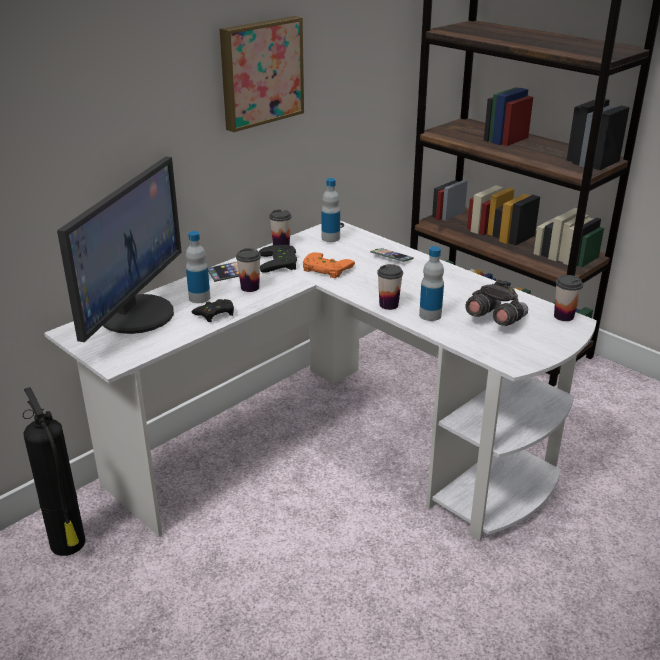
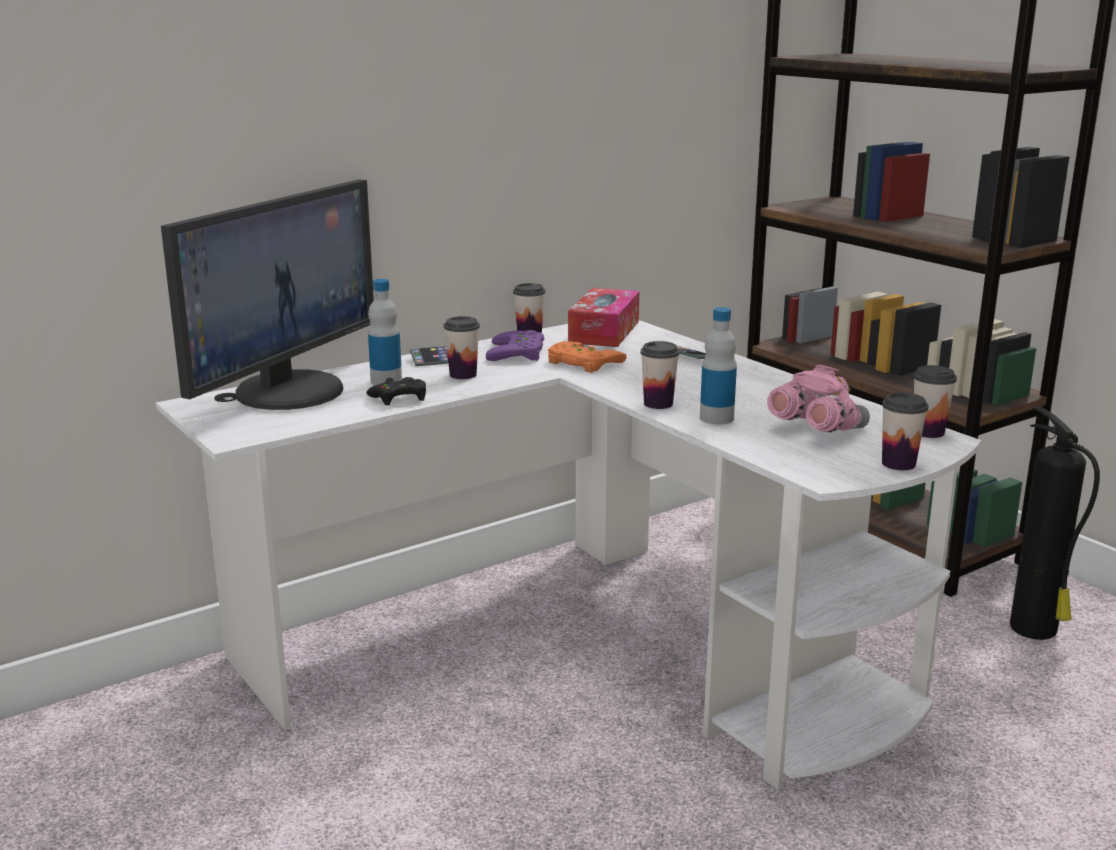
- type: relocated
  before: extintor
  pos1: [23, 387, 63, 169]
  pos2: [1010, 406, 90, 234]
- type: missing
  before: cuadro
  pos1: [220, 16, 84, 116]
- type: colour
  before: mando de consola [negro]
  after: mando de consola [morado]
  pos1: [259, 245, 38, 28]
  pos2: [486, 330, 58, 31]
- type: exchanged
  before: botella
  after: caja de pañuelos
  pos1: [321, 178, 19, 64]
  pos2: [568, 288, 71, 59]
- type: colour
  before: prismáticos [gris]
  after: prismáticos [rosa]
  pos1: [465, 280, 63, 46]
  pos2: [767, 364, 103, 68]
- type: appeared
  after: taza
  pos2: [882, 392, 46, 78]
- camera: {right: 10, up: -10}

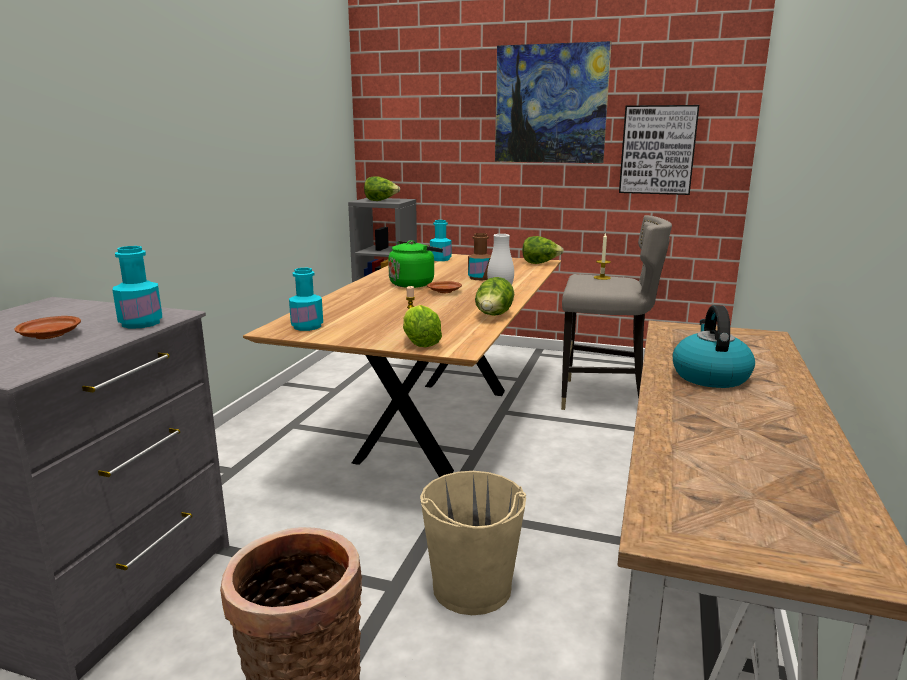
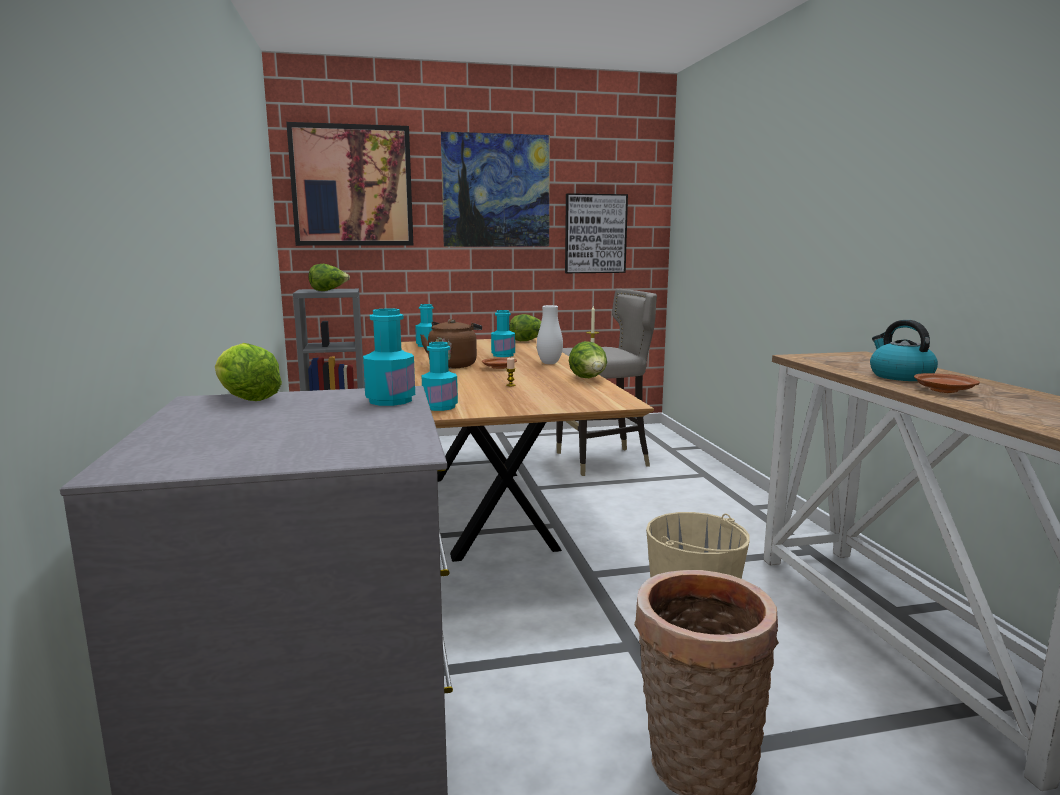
- type: relocated
  before: plato [marrón]
  pos1: [14, 316, 67, 23]
  pos2: [914, 373, 66, 20]
- type: colour
  before: hervidor [verde]
  after: hervidor [marrón]
  pos1: [388, 240, 55, 48]
  pos2: [420, 319, 62, 49]
- type: relocated
  before: lechuga
  pos1: [403, 305, 39, 42]
  pos2: [215, 343, 67, 58]
- type: colour
  before: botella [marrón]
  after: botella [turquesa]
  pos1: [468, 233, 23, 47]
  pos2: [491, 310, 24, 47]
- type: appeared
  after: cuadro
  pos2: [286, 122, 127, 124]
- camera: {right: -30, up: -5}

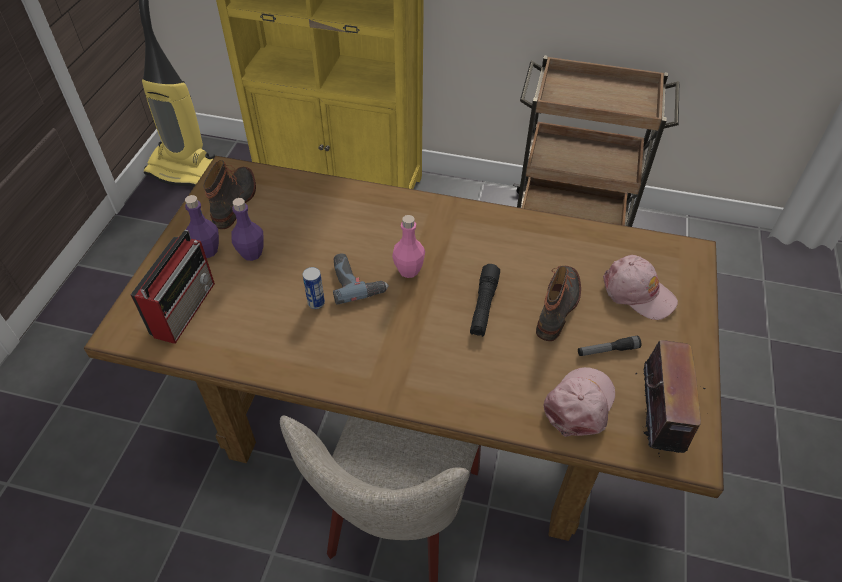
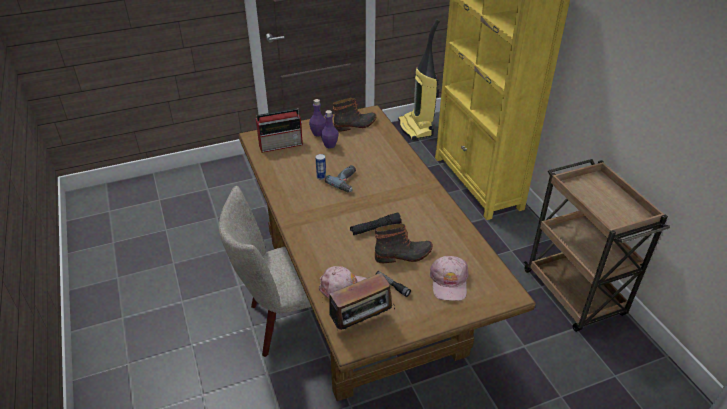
- type: missing
  before: botella [rosa]
  pos1: [392, 215, 33, 63]
- camera: {right: 55, up: -10}

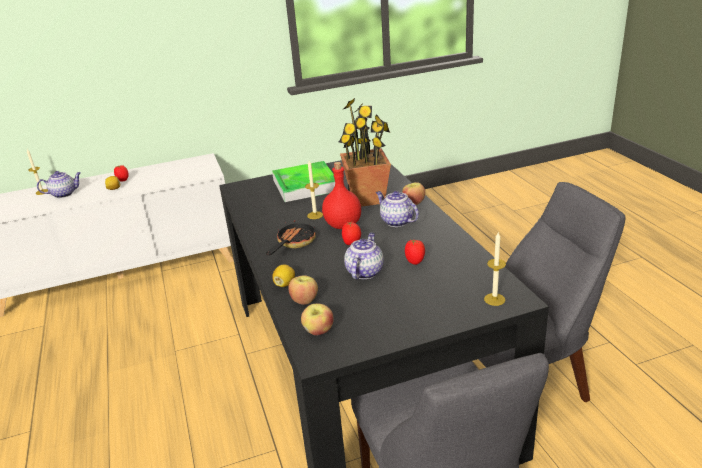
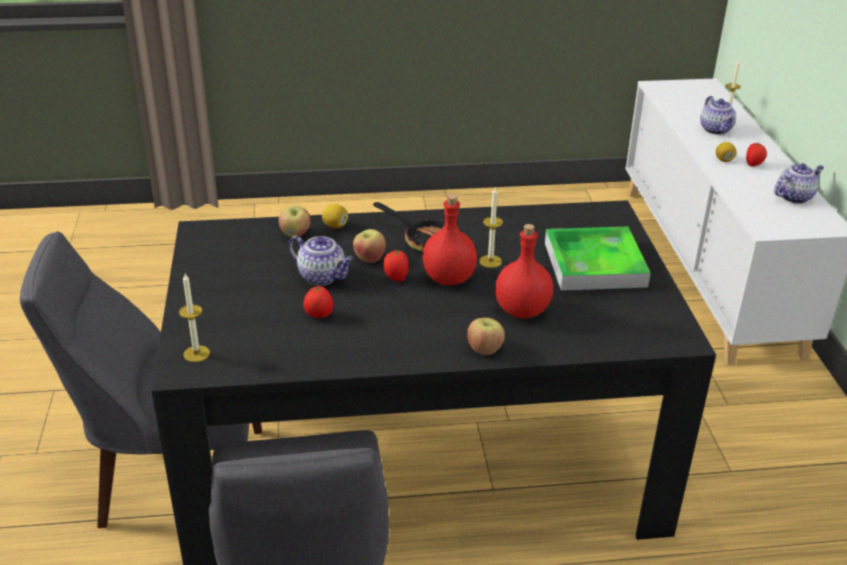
- type: relocated
  before: manzana
  pos1: [301, 303, 33, 32]
  pos2: [353, 229, 33, 34]
- type: exchanged
  before: planta en maceta
  after: botella [rojo]
  pos1: [339, 98, 52, 109]
  pos2: [495, 224, 58, 95]
- type: relocated
  before: tetera
  pos1: [376, 191, 43, 36]
  pos2: [774, 164, 50, 40]
- camera: {right: 100, up: 5}

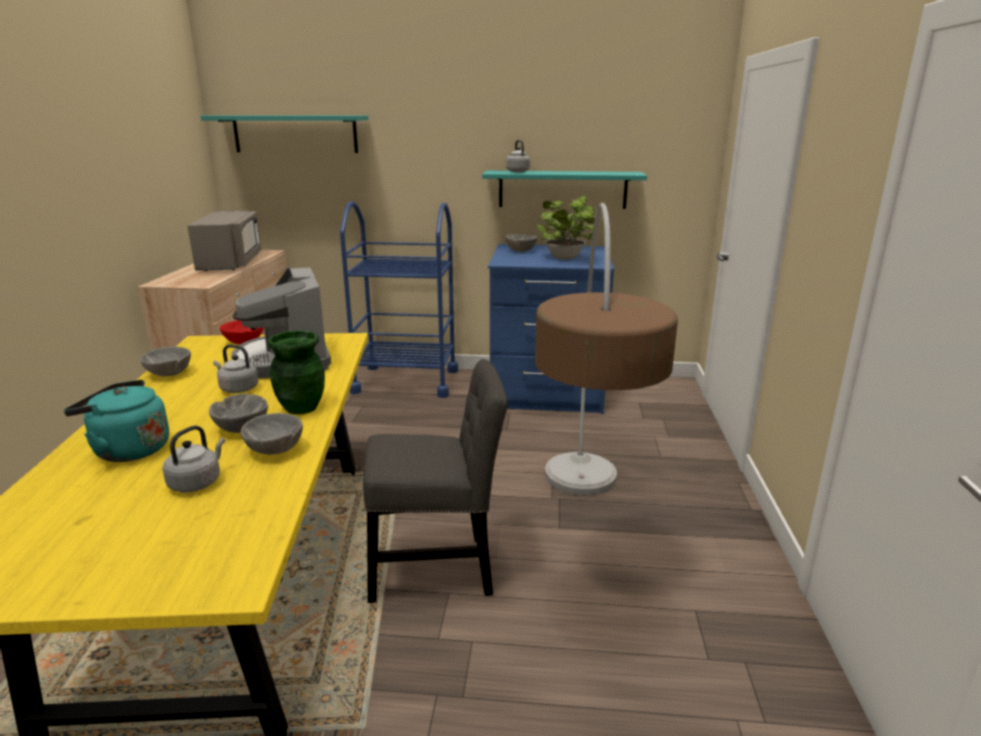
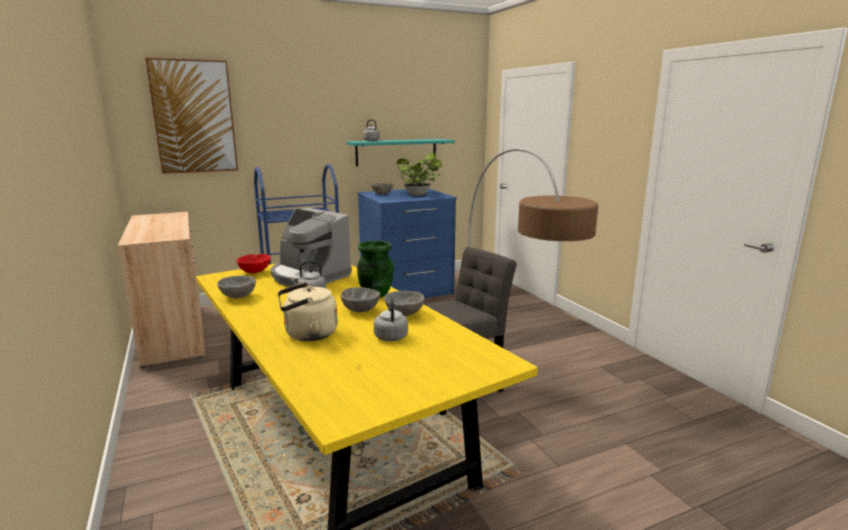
- type: colour
  before: hervidor [turquesa]
  after: hervidor [beis]
  pos1: [64, 380, 105, 82]
  pos2: [278, 283, 60, 58]
- type: missing
  before: microondas [gris]
  pos1: [188, 211, 73, 60]
- type: exchanged
  before: estante [turquesa]
  after: cuadro
  pos1: [200, 115, 169, 38]
  pos2: [145, 58, 93, 116]
- camera: {right: -30, up: -5}

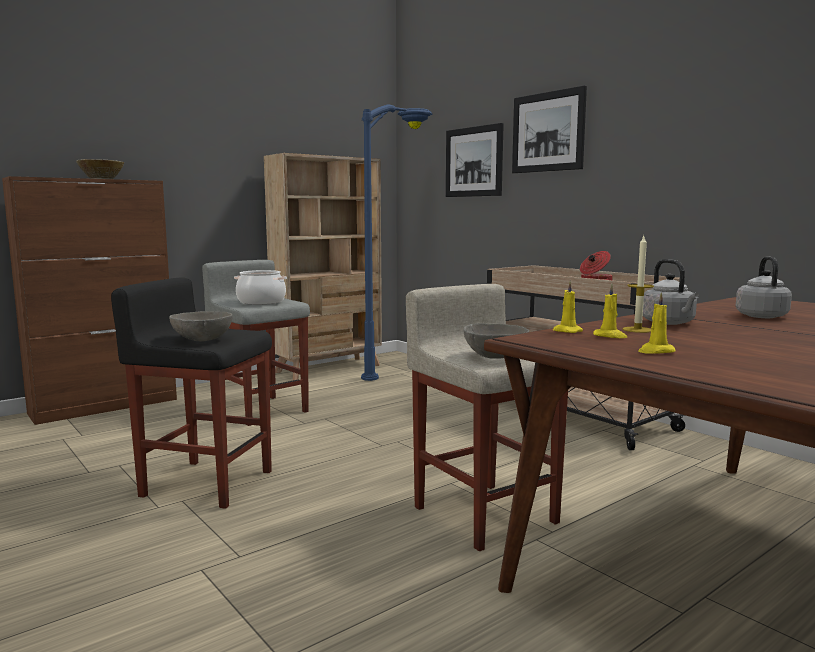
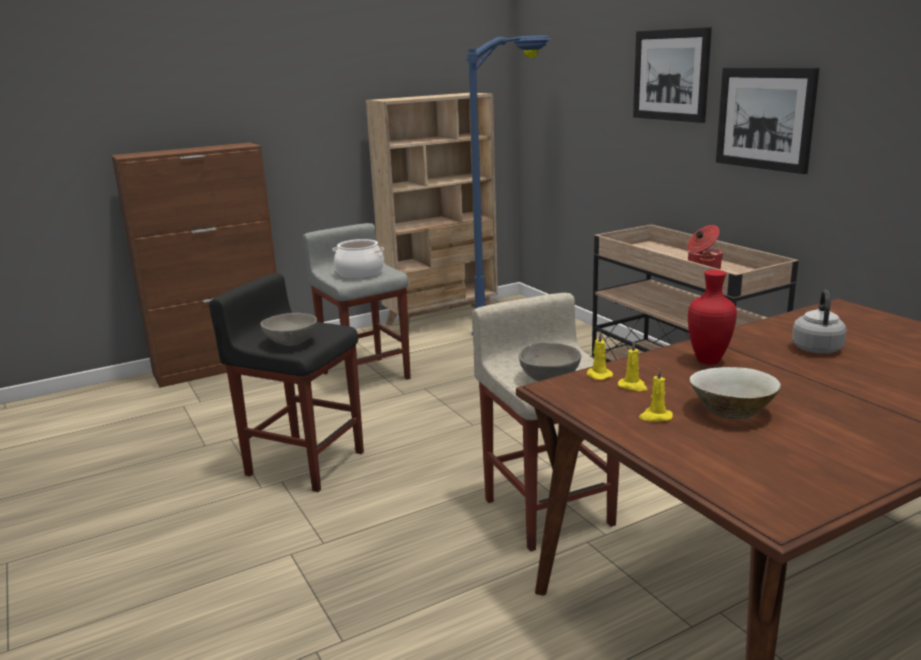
- type: relocated
  before: cuenco [beis]
  pos1: [76, 159, 48, 20]
  pos2: [690, 367, 91, 53]
- type: relocated
  before: cuadro
  pos1: [446, 123, 58, 74]
  pos2: [716, 68, 103, 106]
- type: missing
  before: vela
  pos1: [623, 236, 31, 97]
- type: exchanged
  before: hervidor [gris]
  after: florero [rojo]
  pos1: [643, 259, 56, 66]
  pos2: [688, 270, 49, 95]
- camera: {right: 10, up: 10}

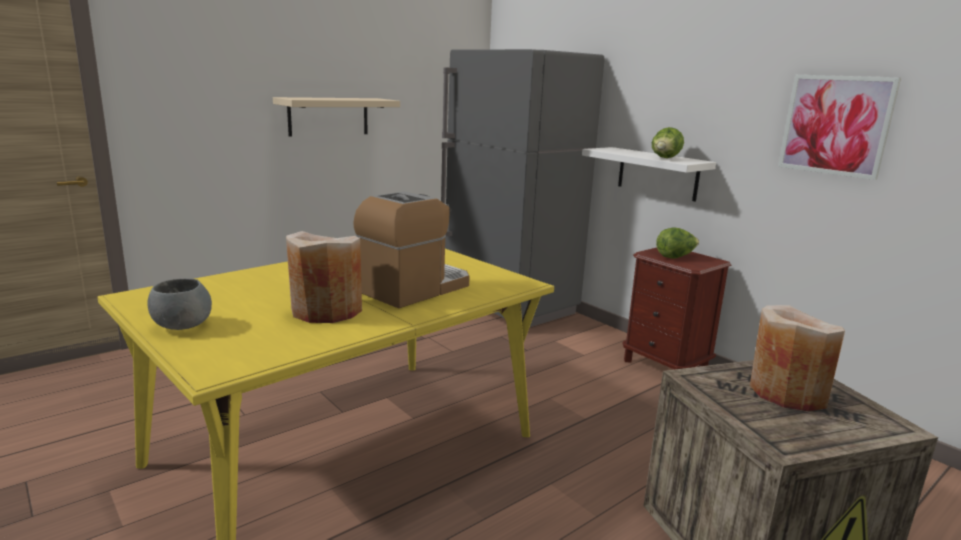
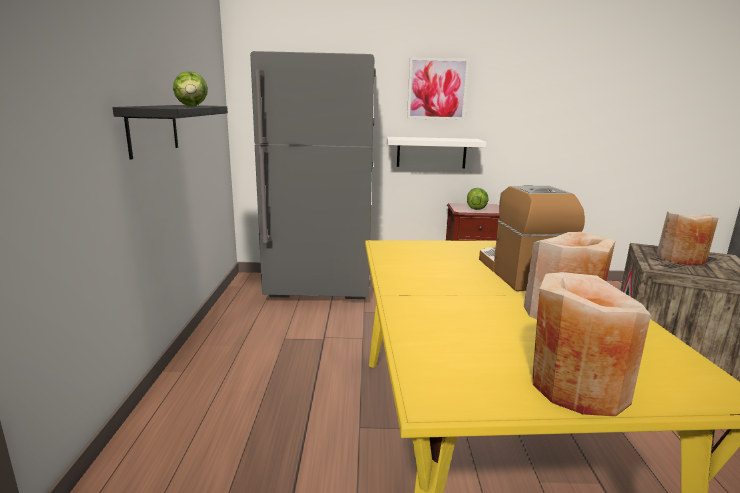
- type: exchanged
  before: cuenco [gris]
  after: florero [beis]
  pos1: [147, 279, 65, 51]
  pos2: [533, 272, 118, 145]
- type: colour
  before: estante [beis]
  after: estante [negro]
  pos1: [273, 97, 127, 40]
  pos2: [113, 105, 115, 55]
- type: relocated
  before: lechuga
  pos1: [652, 127, 32, 31]
  pos2: [173, 71, 35, 35]
- type: relocated
  before: cuadro
  pos1: [778, 75, 123, 105]
  pos2: [407, 58, 62, 62]
- camera: {right: -50, up: 0}

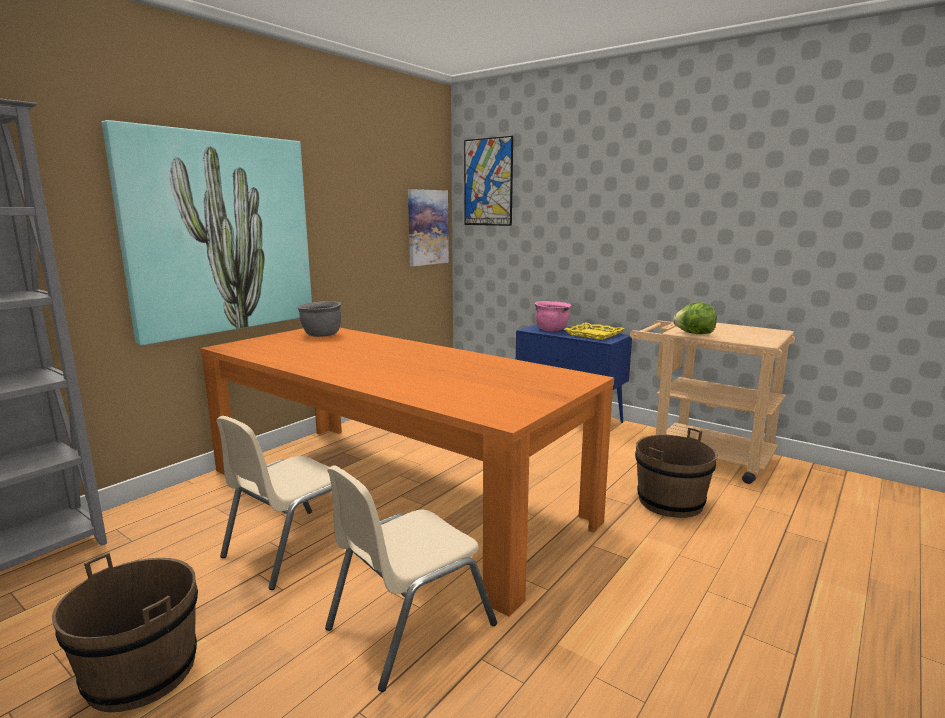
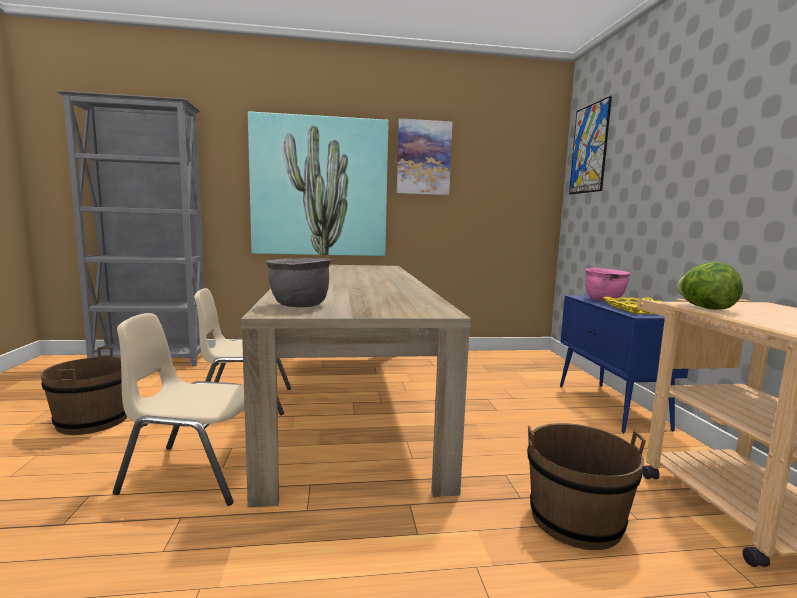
- type: colour
  before: mesa de comedor [naranja]
  after: mesa de comedor [beis]
  pos1: [200, 328, 414, 289]
  pos2: [241, 265, 230, 242]
- type: relocated
  before: olla [gris]
  pos1: [297, 301, 44, 36]
  pos2: [266, 258, 65, 49]
- type: relocated
  before: cuadro
  pos1: [408, 189, 41, 77]
  pos2: [397, 118, 56, 77]
- camera: {right: 45, up: -5}

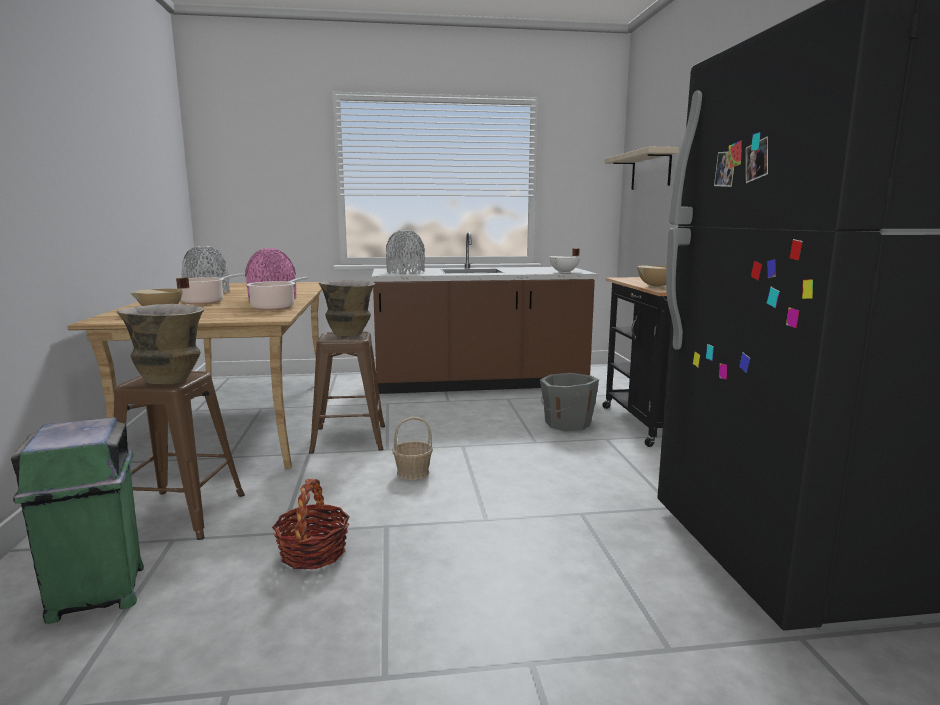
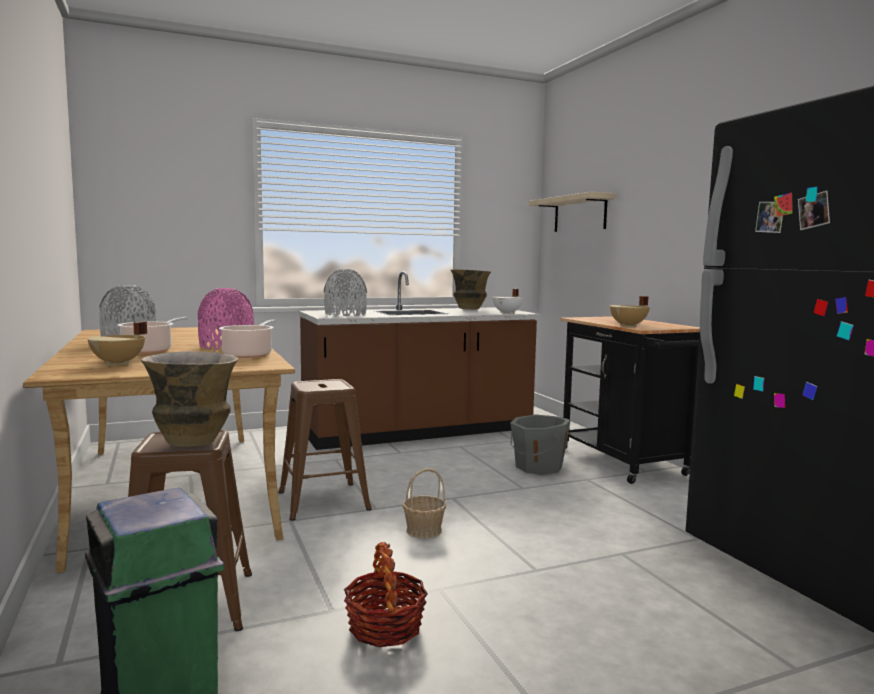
- type: relocated
  before: florero
  pos1: [318, 280, 57, 56]
  pos2: [451, 269, 40, 40]
- camera: {right: -15, up: -5}

